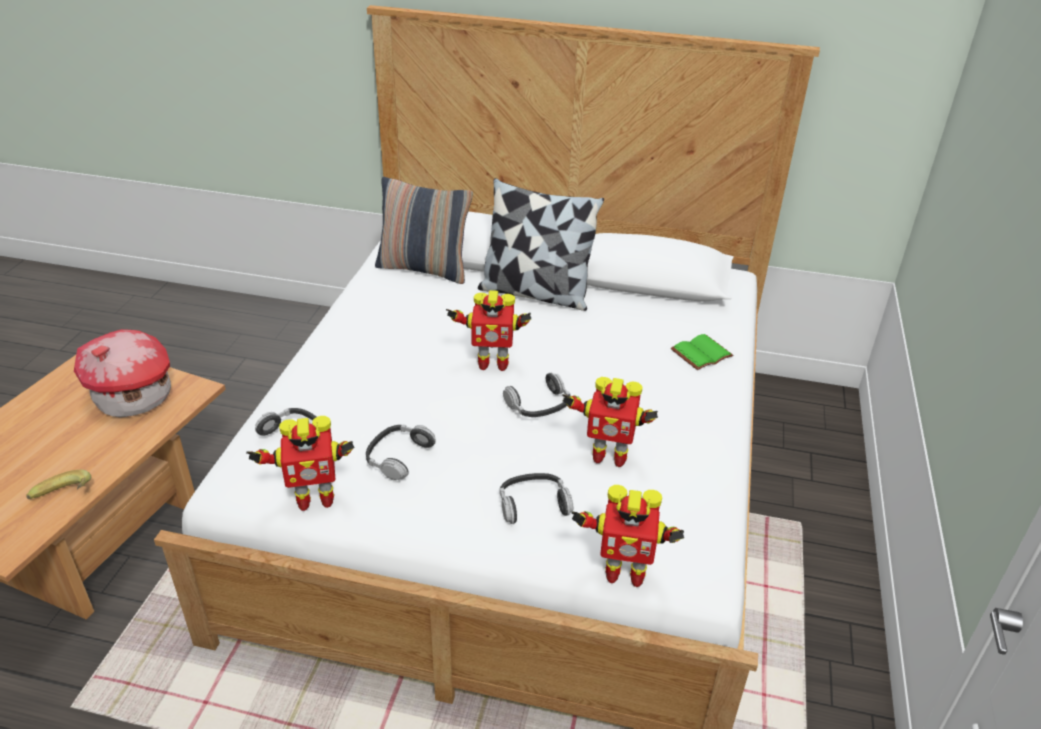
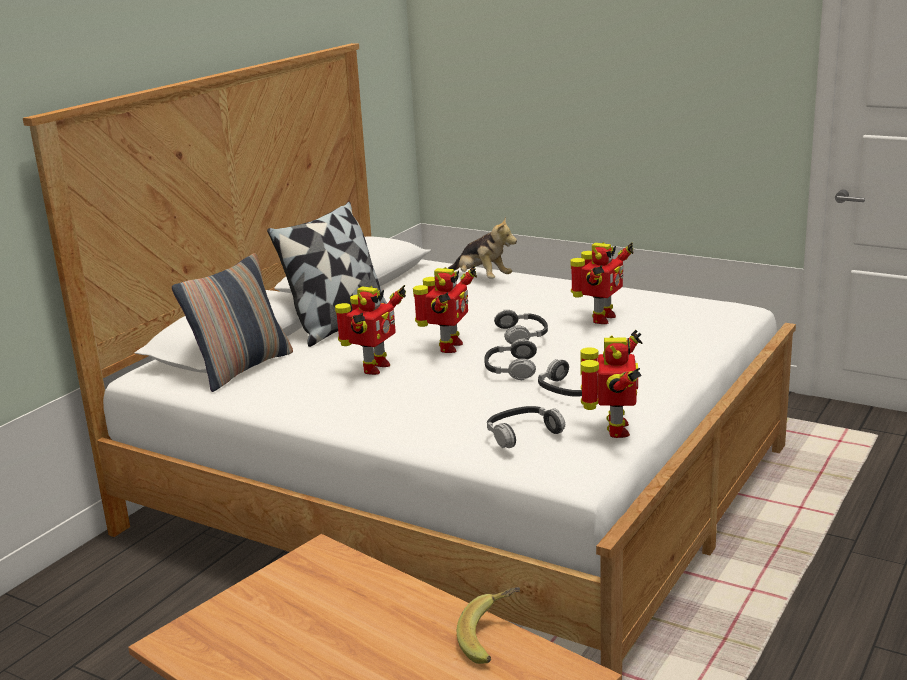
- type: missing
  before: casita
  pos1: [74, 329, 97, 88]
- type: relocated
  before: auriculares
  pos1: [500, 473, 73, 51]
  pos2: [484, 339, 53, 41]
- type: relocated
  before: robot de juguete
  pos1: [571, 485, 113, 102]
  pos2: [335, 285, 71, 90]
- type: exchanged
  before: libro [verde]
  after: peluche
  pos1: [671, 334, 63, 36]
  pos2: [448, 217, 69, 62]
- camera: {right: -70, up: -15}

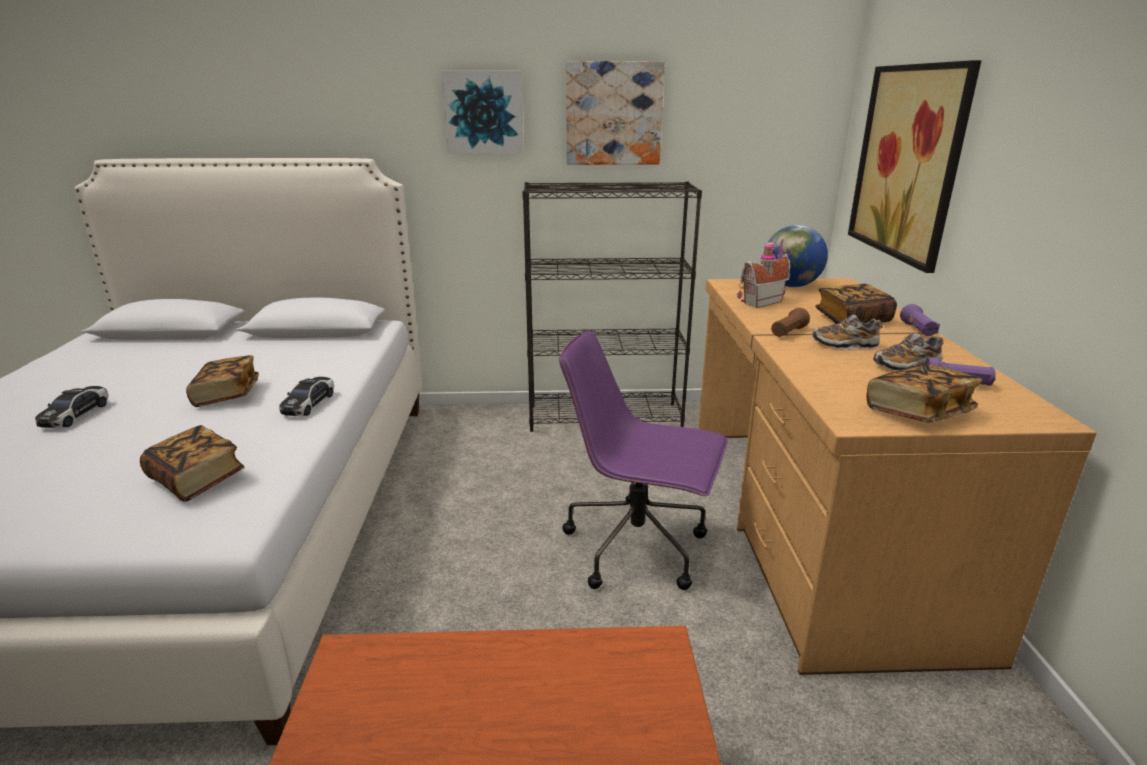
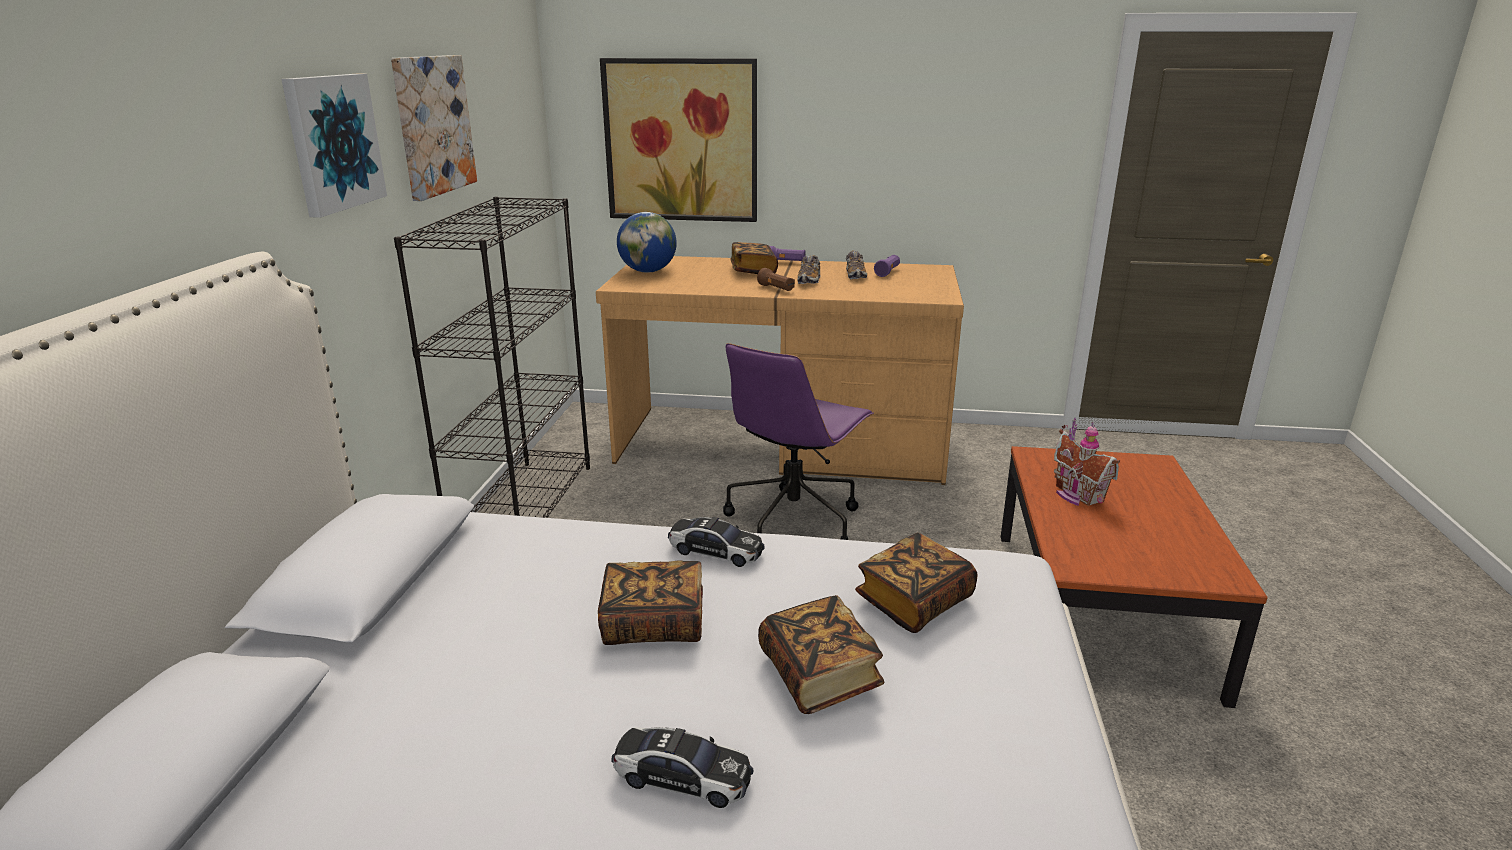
- type: relocated
  before: casita
  pos1: [737, 238, 53, 70]
  pos2: [1054, 417, 66, 89]
- type: relocated
  before: libro
  pos1: [866, 364, 116, 59]
  pos2: [758, 595, 126, 119]
- camera: {right: -80, up: 0}

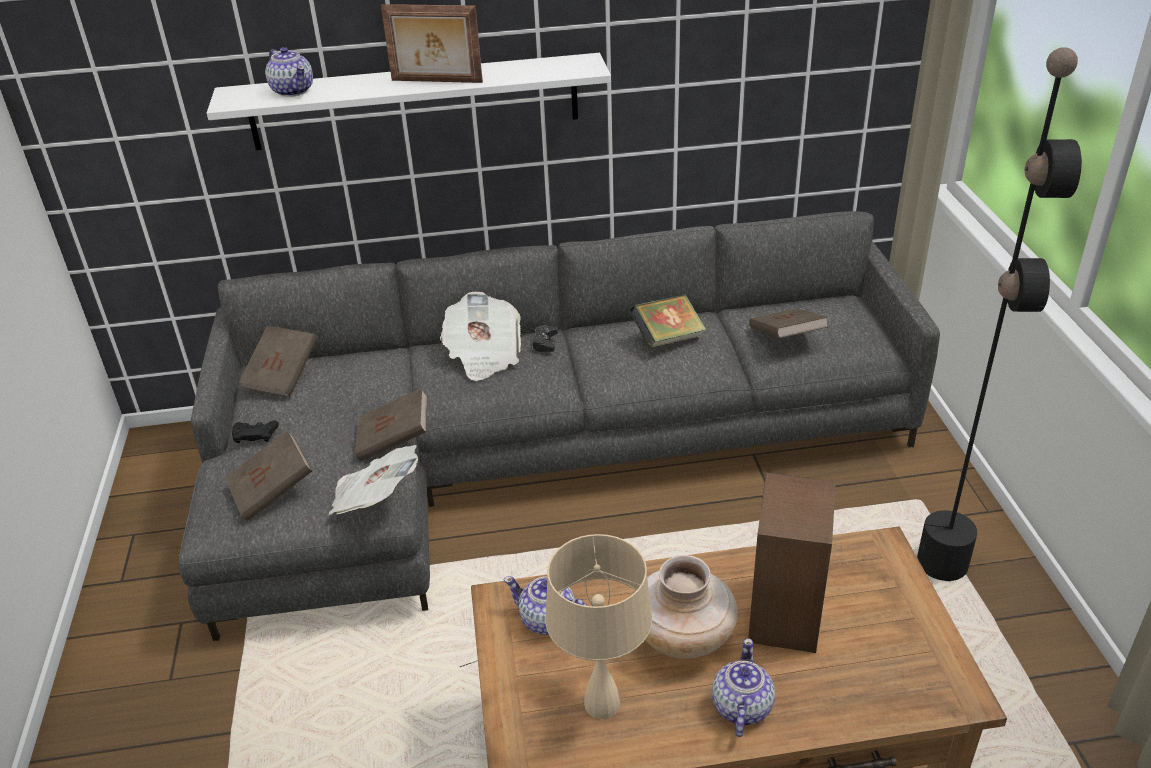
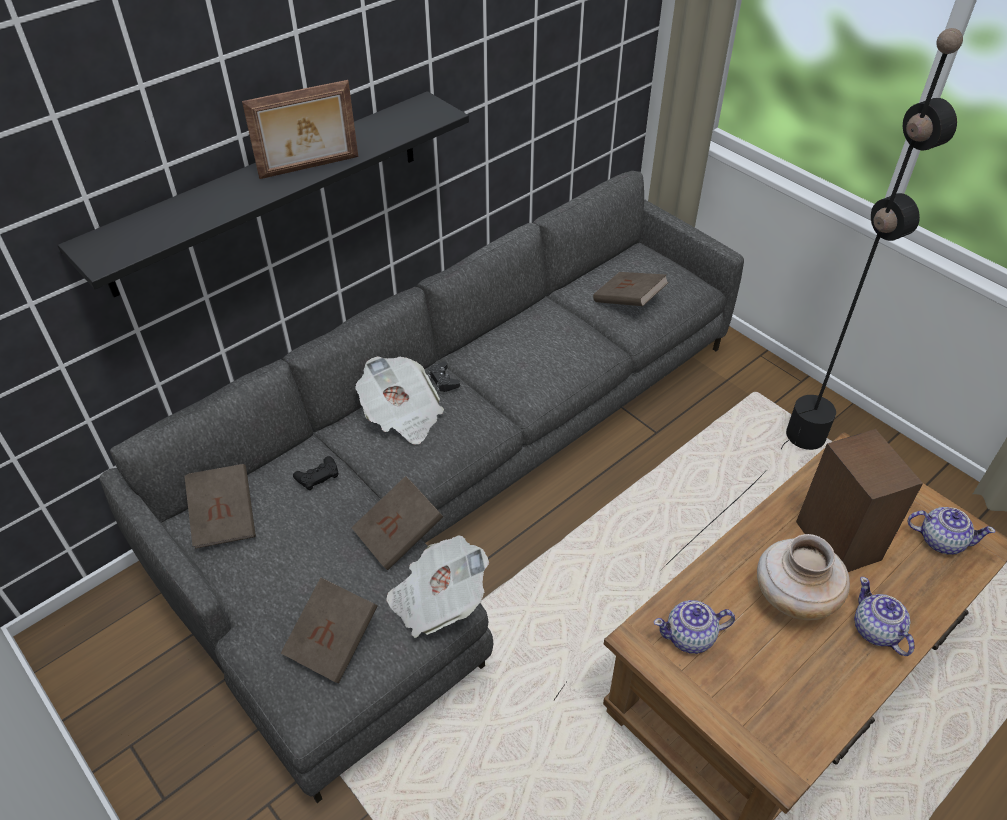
- type: colour
  before: estante [blanco]
  after: estante [negro]
  pos1: [207, 53, 404, 97]
  pos2: [58, 91, 411, 206]
- type: relocated
  before: mando de consola [negro]
  pos1: [232, 420, 47, 23]
  pos2: [293, 456, 45, 34]
- type: relocated
  before: tetera
  pos1: [265, 47, 48, 50]
  pos2: [908, 507, 88, 48]
- type: missing
  before: lámpara de mesa [beis]
  pos1: [545, 534, 108, 185]
- type: missing
  before: libro
  pos1: [630, 294, 76, 54]
- camera: {right: -35, up: 10}

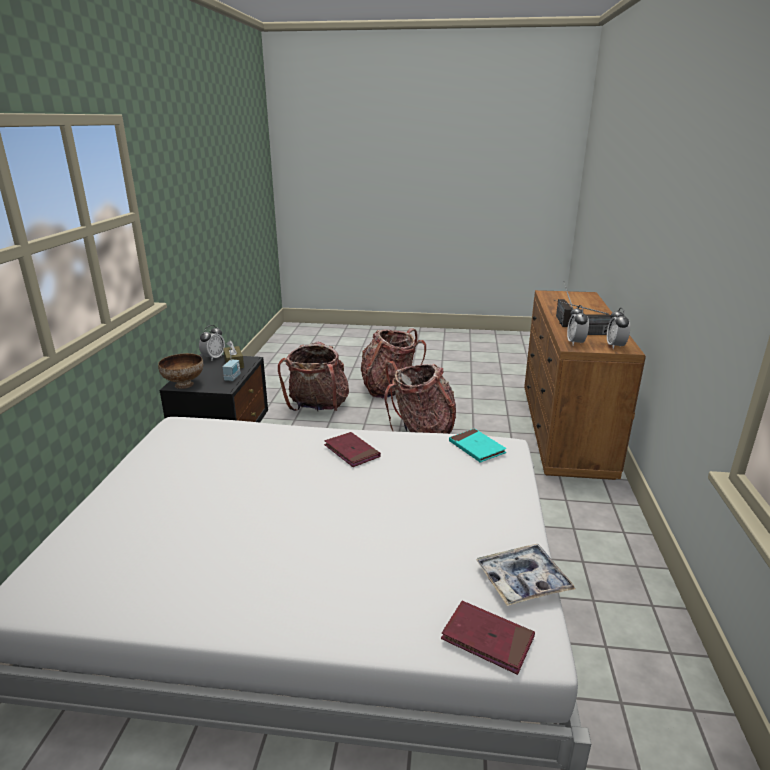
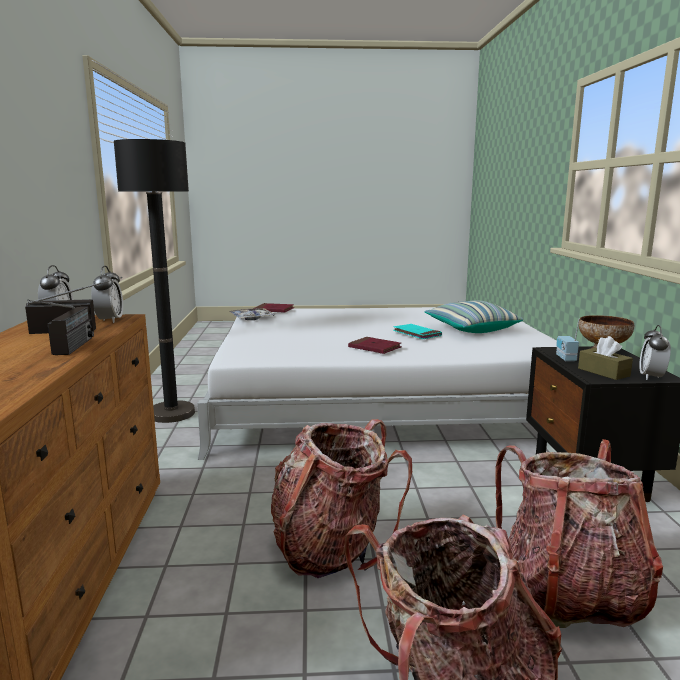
- type: relocated
  before: libro [turquesa]
  pos1: [449, 428, 58, 34]
  pos2: [393, 324, 49, 15]
- type: appeared
  after: lámpara de pie [negro]
  pos2: [114, 139, 81, 284]
- type: appeared
  after: cojín
  pos2: [425, 300, 98, 33]
- camera: {right: 170, up: -10}

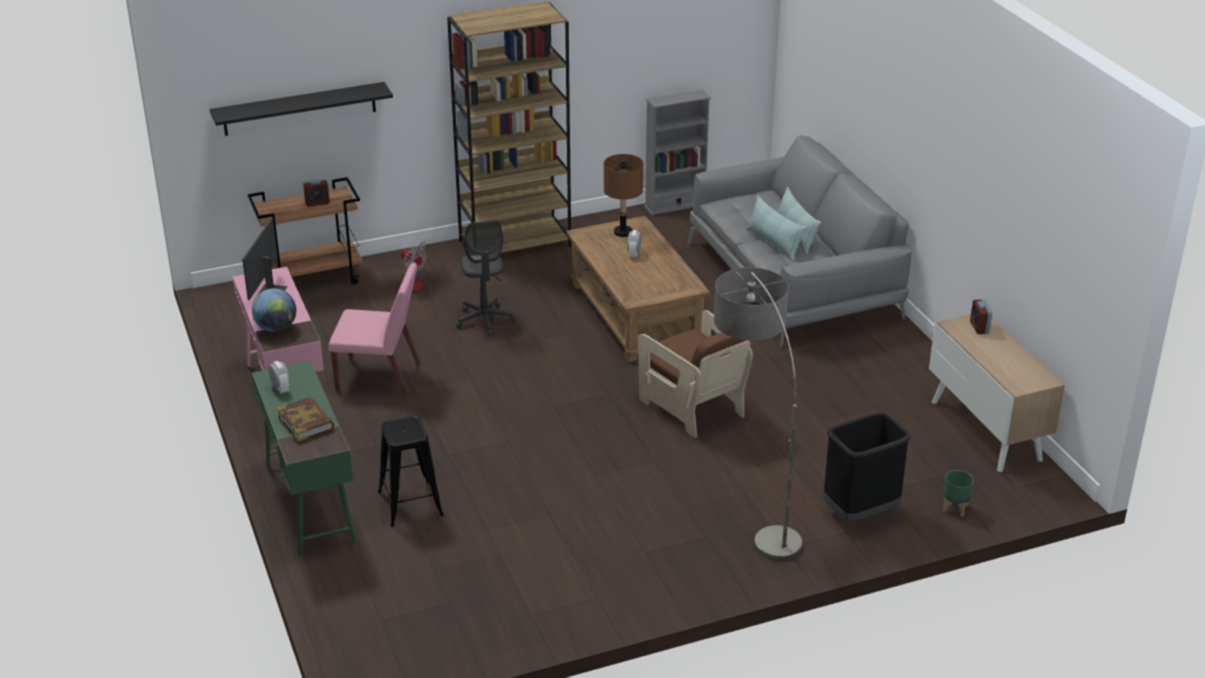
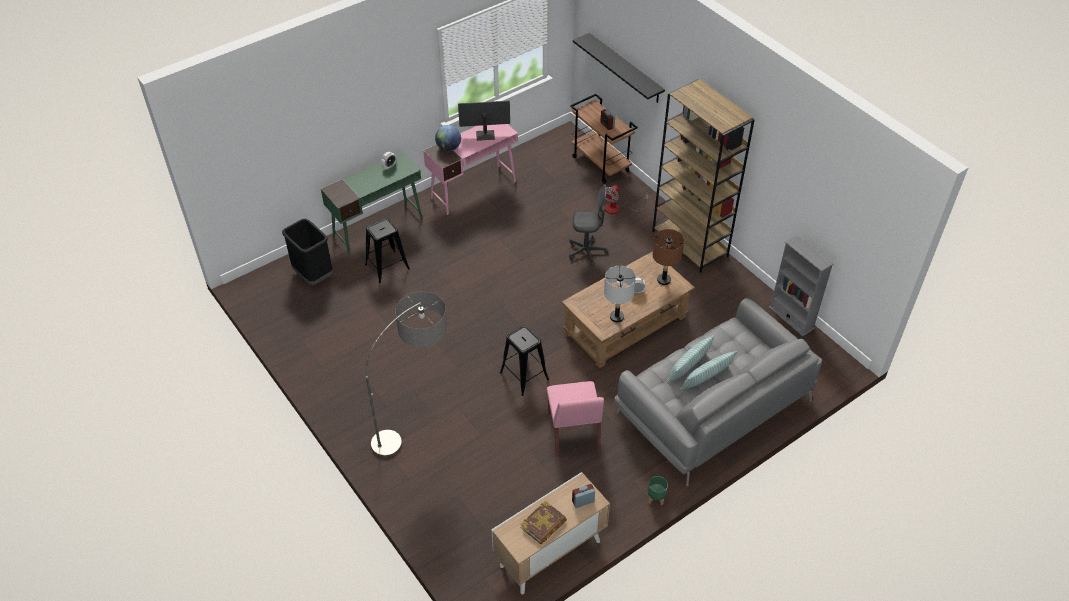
- type: relocated
  before: libro
  pos1: [276, 397, 58, 45]
  pos2: [521, 500, 46, 44]
- type: relocated
  before: silla [rosa]
  pos1: [328, 262, 93, 134]
  pos2: [547, 381, 57, 76]
- type: spun
  before: silla de oficina [gris]
  pos1: [456, 220, 60, 116]
  pos2: [569, 184, 39, 82]
  turn: -150
- type: exchanged
  before: sillón [marrón]
  after: taburete [negro]
  pos1: [638, 310, 115, 128]
  pos2: [500, 326, 49, 70]
- type: relocated
  before: papelera [negro]
  pos1: [823, 413, 88, 108]
  pos2: [282, 219, 51, 66]
- type: relocated
  before: maceta [verde]
  pos1: [943, 470, 31, 47]
  pos2: [648, 476, 20, 29]
- type: appeared
  after: lámpara de mesa [gris]
  pos2: [604, 266, 32, 57]
- camera: {right: 75, up: 15}

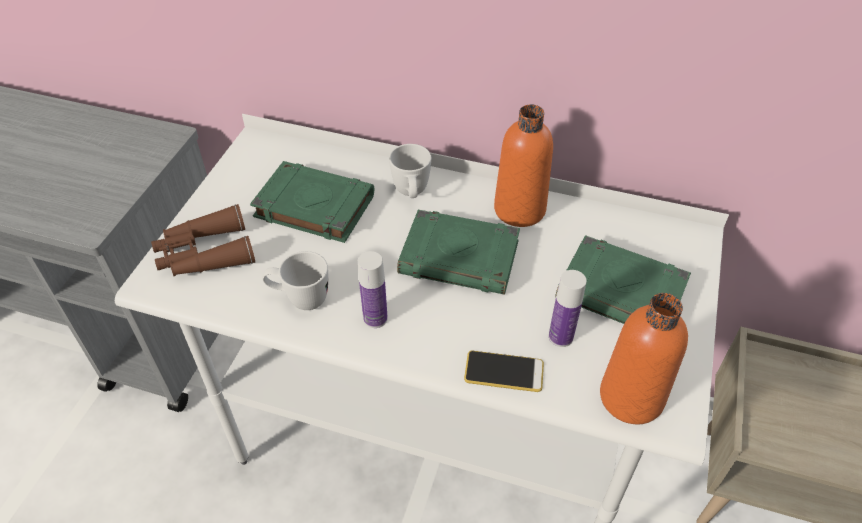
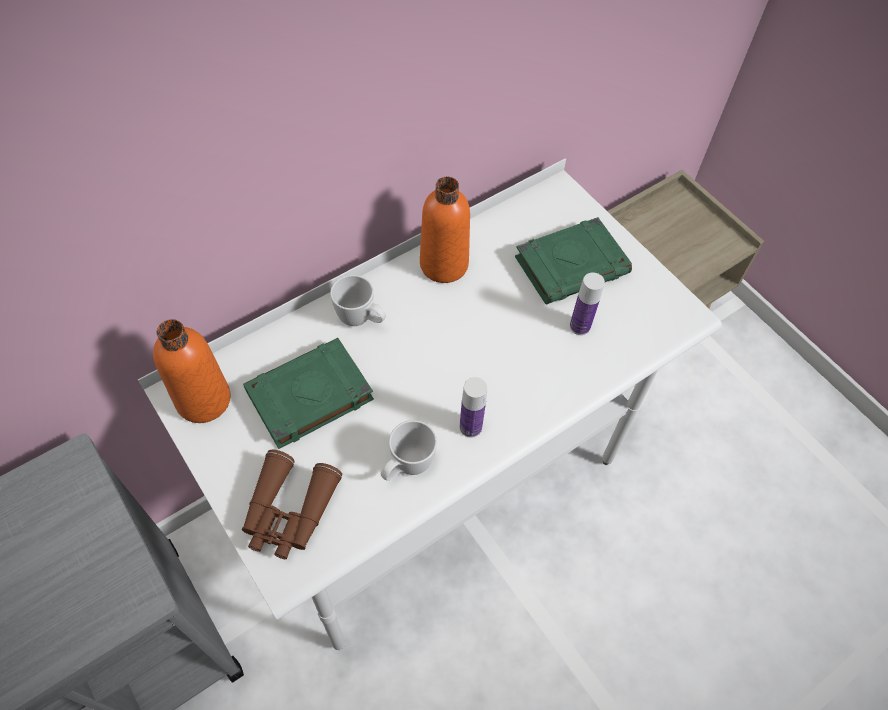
- type: missing
  before: libro [verde]
  pos1: [397, 210, 123, 85]
- type: missing
  before: móvil
  pos1: [464, 351, 80, 41]
- type: relocated
  before: botella [naranja]
  pos1: [600, 293, 88, 131]
  pos2: [153, 319, 78, 104]
- camera: {right: -55, up: 10}

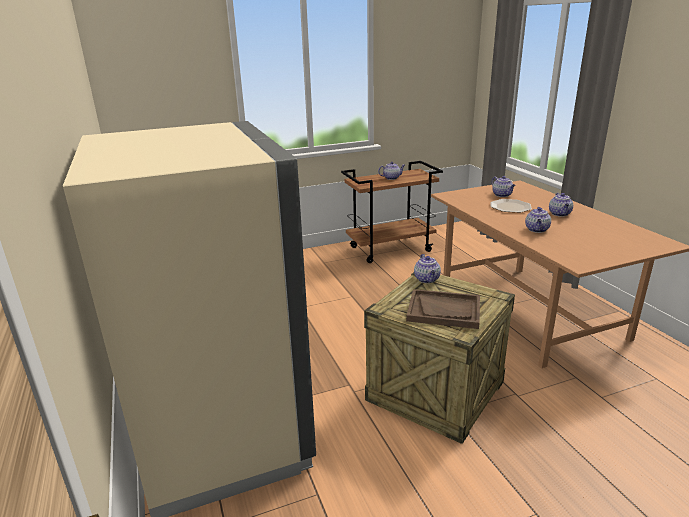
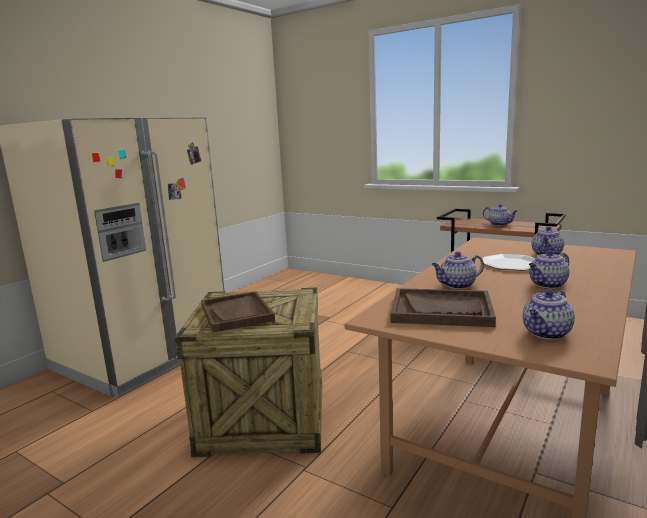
- type: relocated
  before: tetera
  pos1: [414, 254, 27, 29]
  pos2: [523, 289, 52, 51]
- type: appeared
  after: bandeja [marrón]
  pos2: [390, 288, 106, 39]
- camera: {right: 55, up: -10}

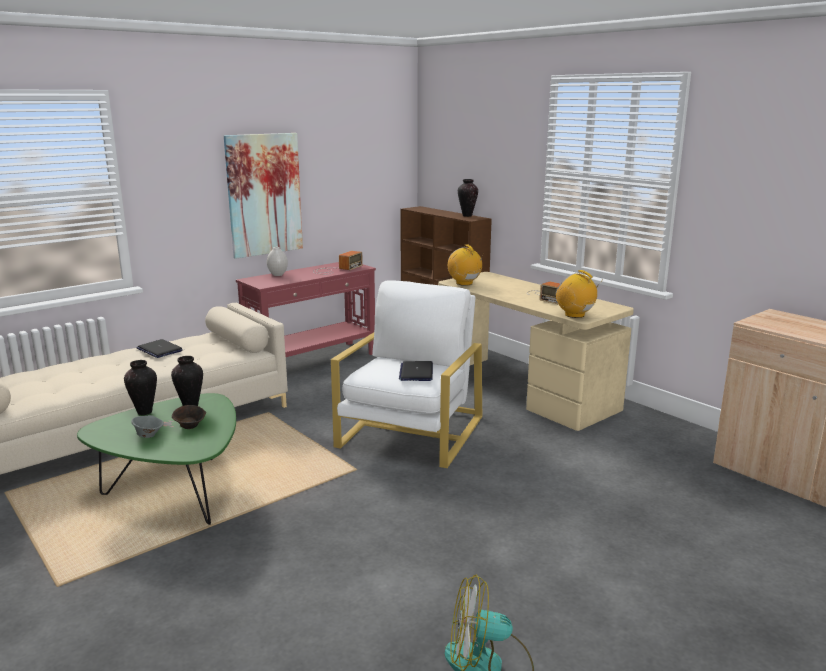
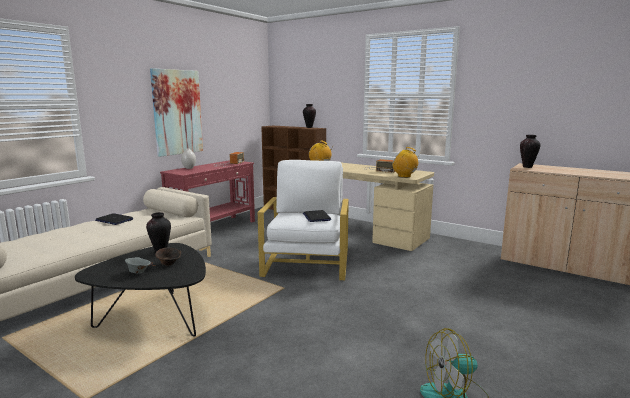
- type: colour
  before: mesa de centro [verde]
  after: mesa de centro [negro]
  pos1: [77, 393, 159, 132]
  pos2: [75, 243, 131, 94]
- type: relocated
  before: florero
  pos1: [124, 360, 33, 55]
  pos2: [520, 135, 21, 33]
- camera: {right: -15, up: -5}

